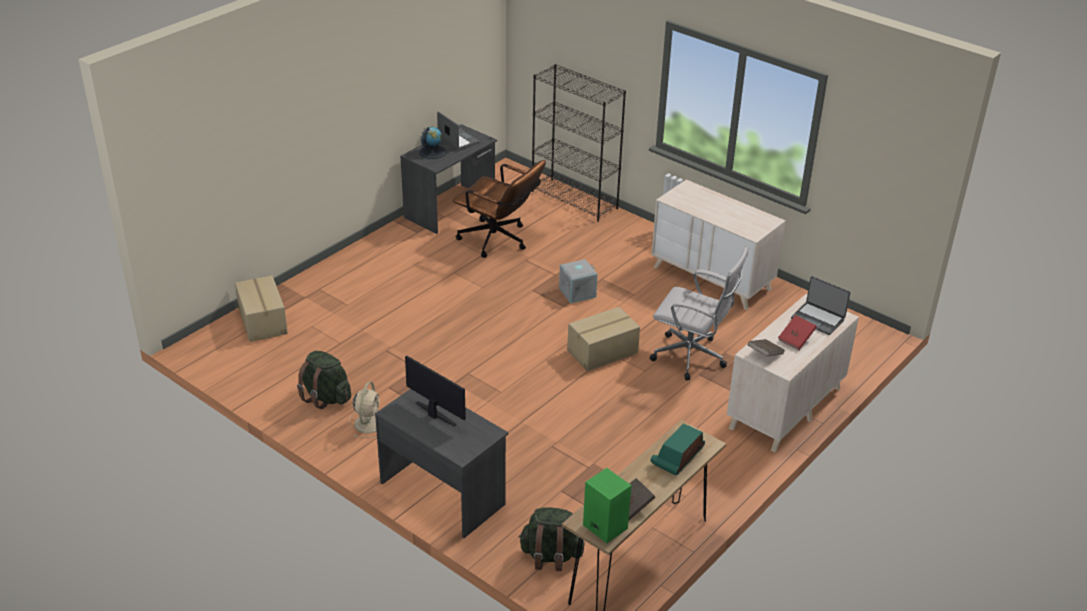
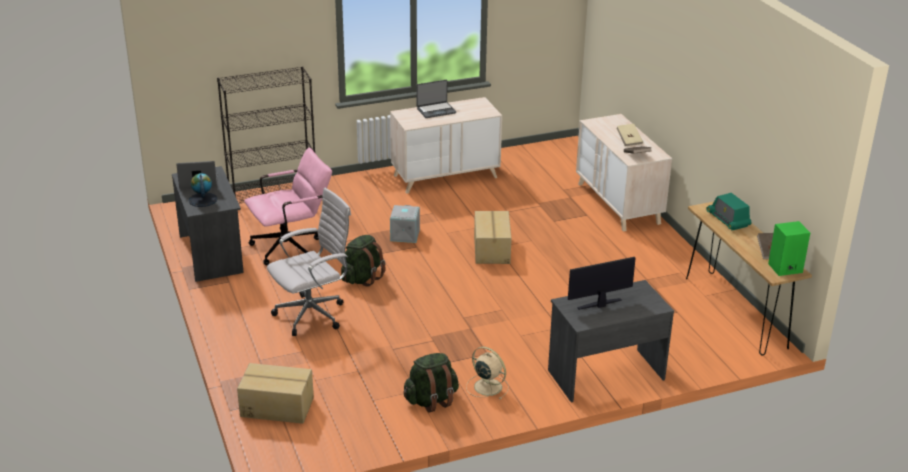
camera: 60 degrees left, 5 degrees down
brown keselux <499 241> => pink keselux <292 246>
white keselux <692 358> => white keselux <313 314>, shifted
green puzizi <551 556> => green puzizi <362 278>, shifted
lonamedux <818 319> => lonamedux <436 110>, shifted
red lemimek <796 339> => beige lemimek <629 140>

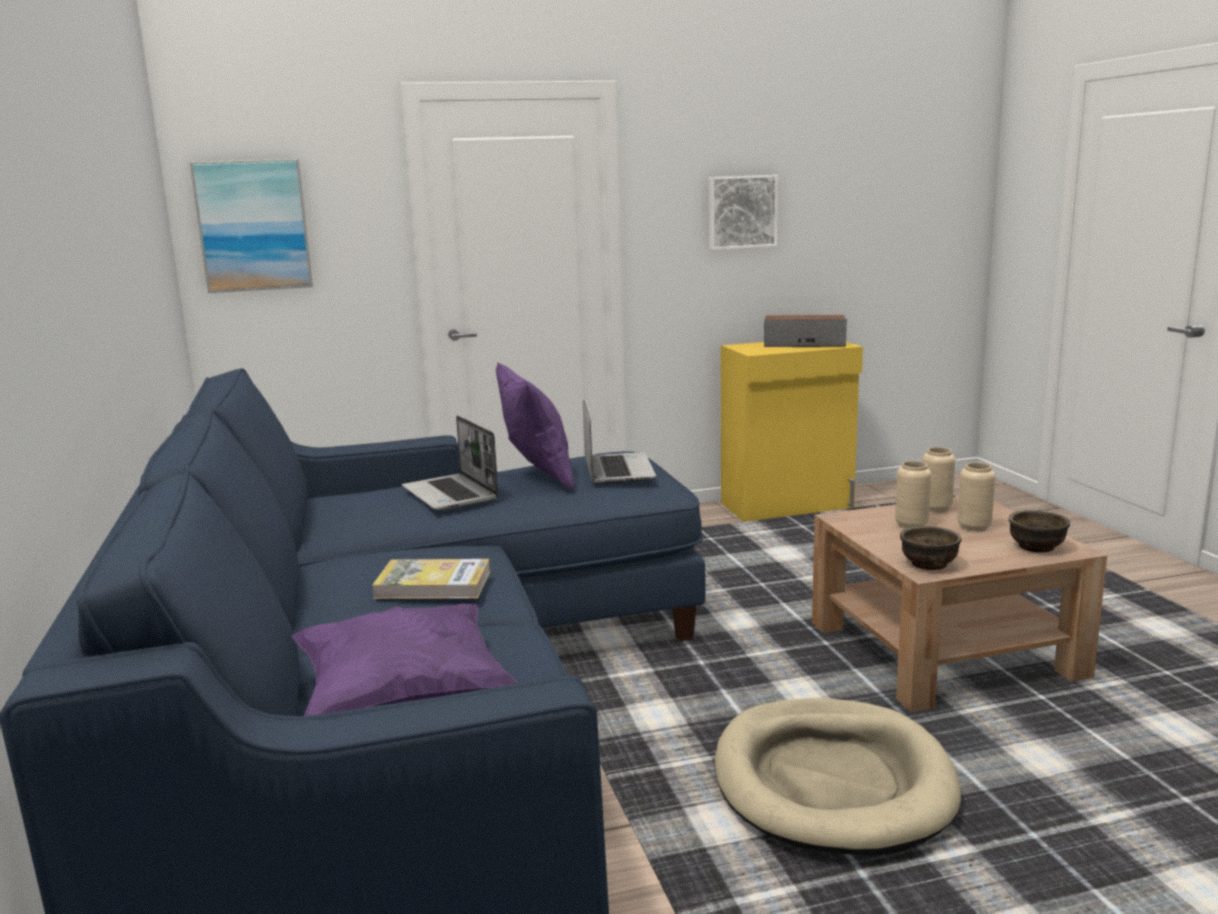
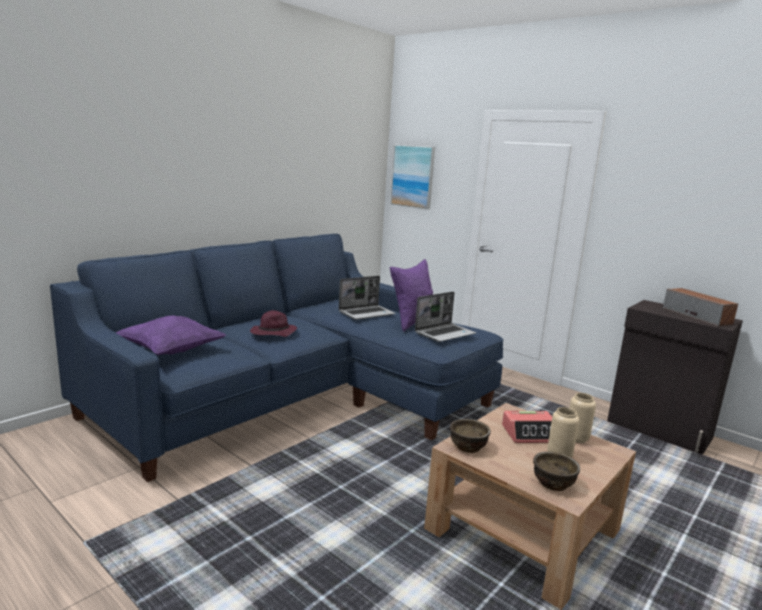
camera: 55 degrees right, 0 degrees up
lemimek <433 584> => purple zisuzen <273 333>
lonamedux <451 494> => lonamedux <367 313>, 150 degrees counterclockwise
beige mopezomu <911 525> => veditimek <531 434>
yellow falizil <788 506> => black falizil <659 430>
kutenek <741 212> => nothing
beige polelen <832 782> => nothing

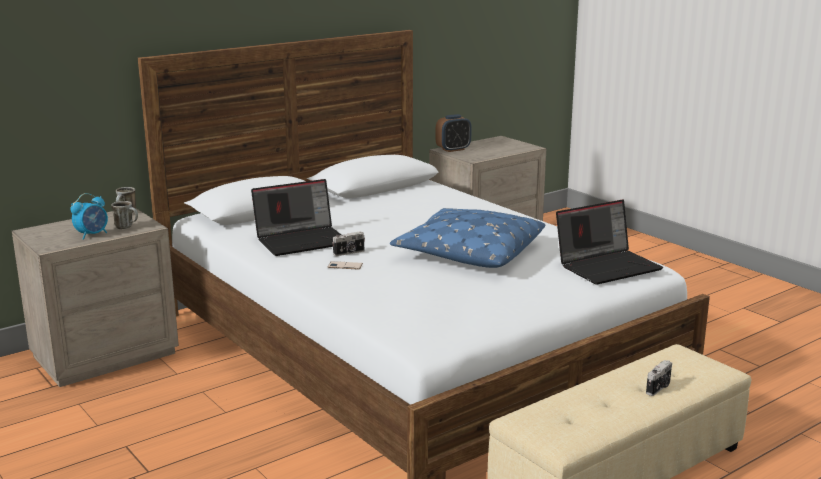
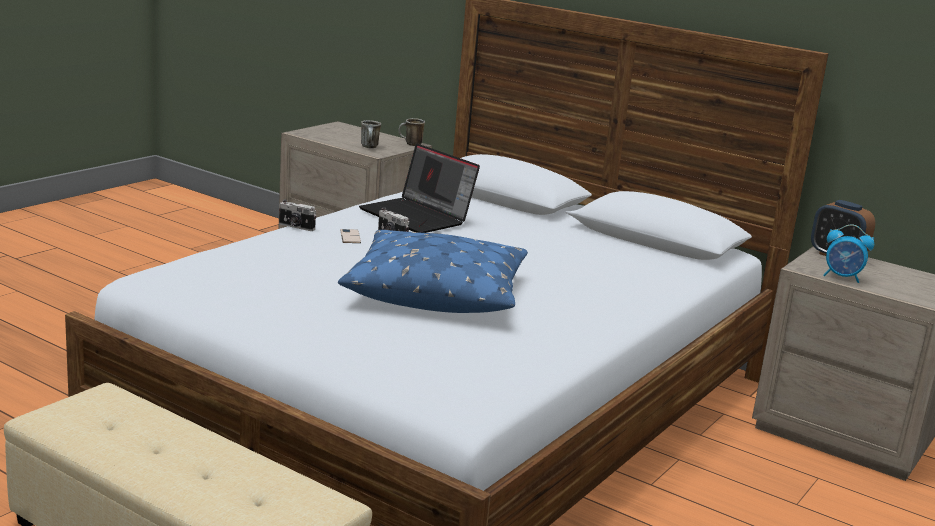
camera: 70 degrees right, 0 degrees up
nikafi <659 388> => nikafi <296 227>, shifted
veditimek <92 235> => veditimek <842 277>, shifted
lonamedux <608 266> => nothing

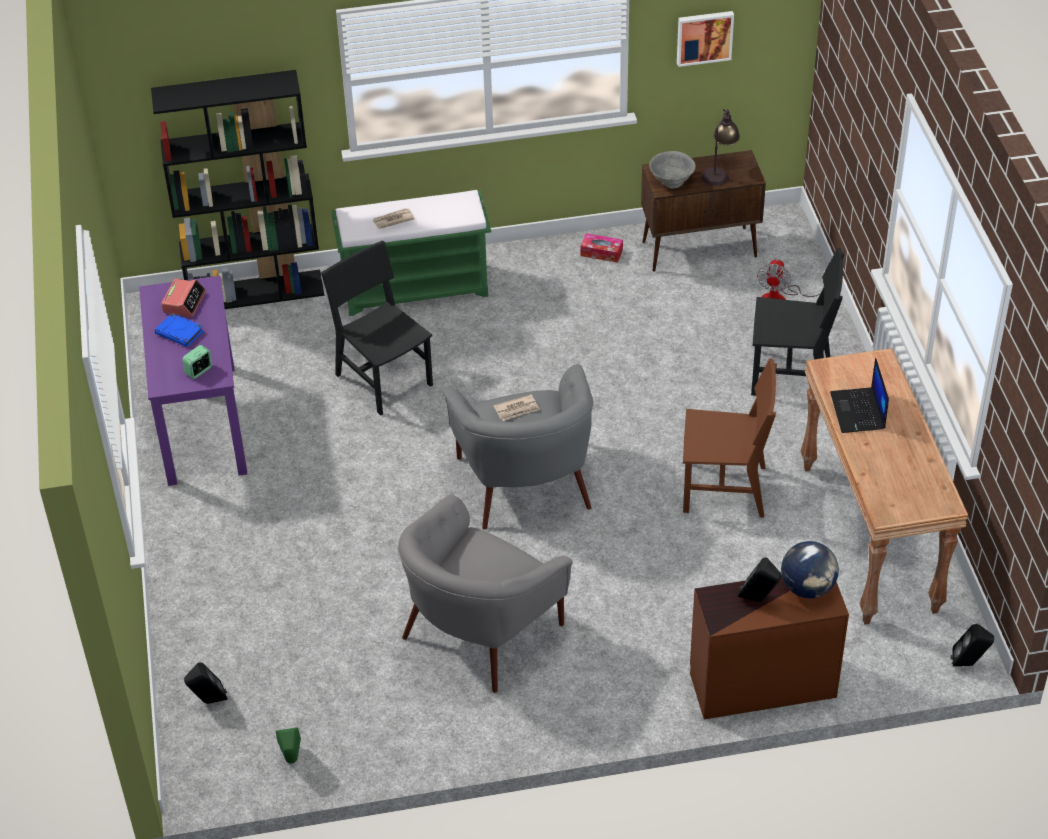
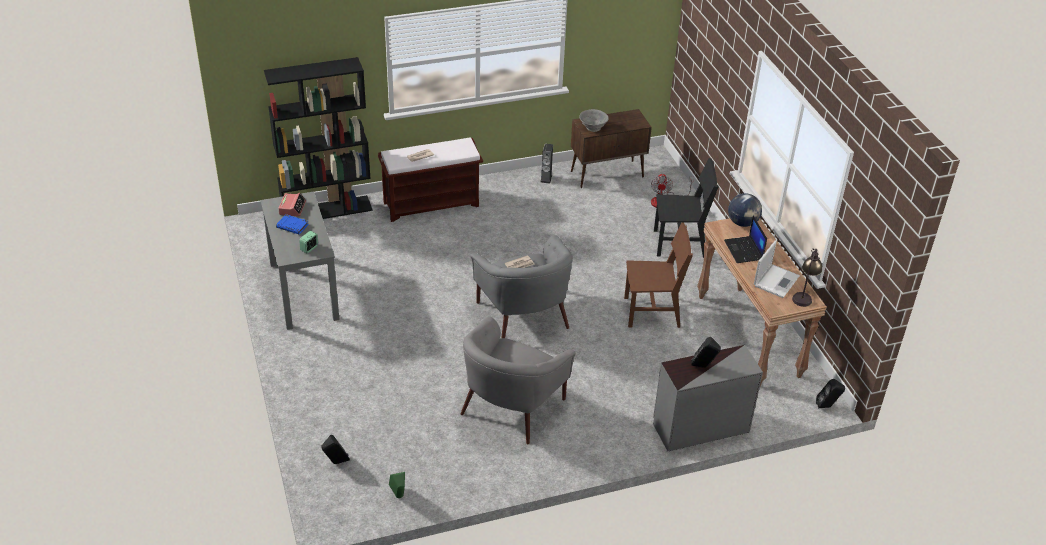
camera: 10 degrees left, 5 degrees down
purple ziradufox <201 423> => grey ziradufox <303 290>
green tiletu <416 288> => brown tiletu <432 204>
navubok <601 252> => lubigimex <546 178>
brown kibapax <761 683> => grey kibapax <700 427>
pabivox <807 588> => pabivox <742 223>, shifted
nothing => lonamedux <776 280>
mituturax <719 172> => mituturax <804 295>, shifted
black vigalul <384 379> => nothing
kutenek <704 37> => nothing

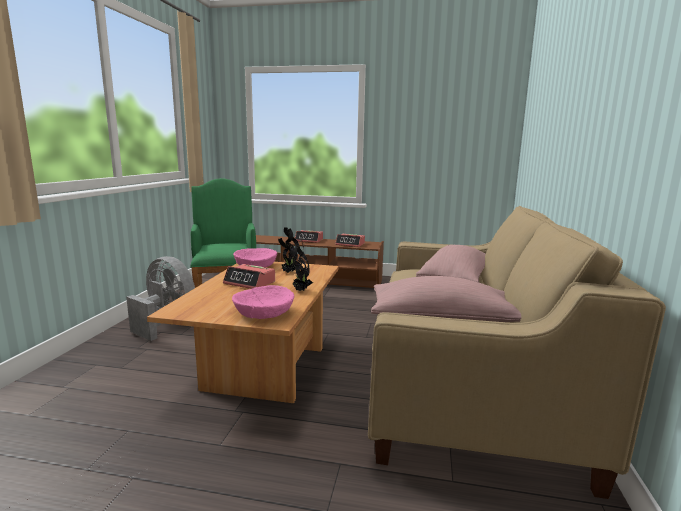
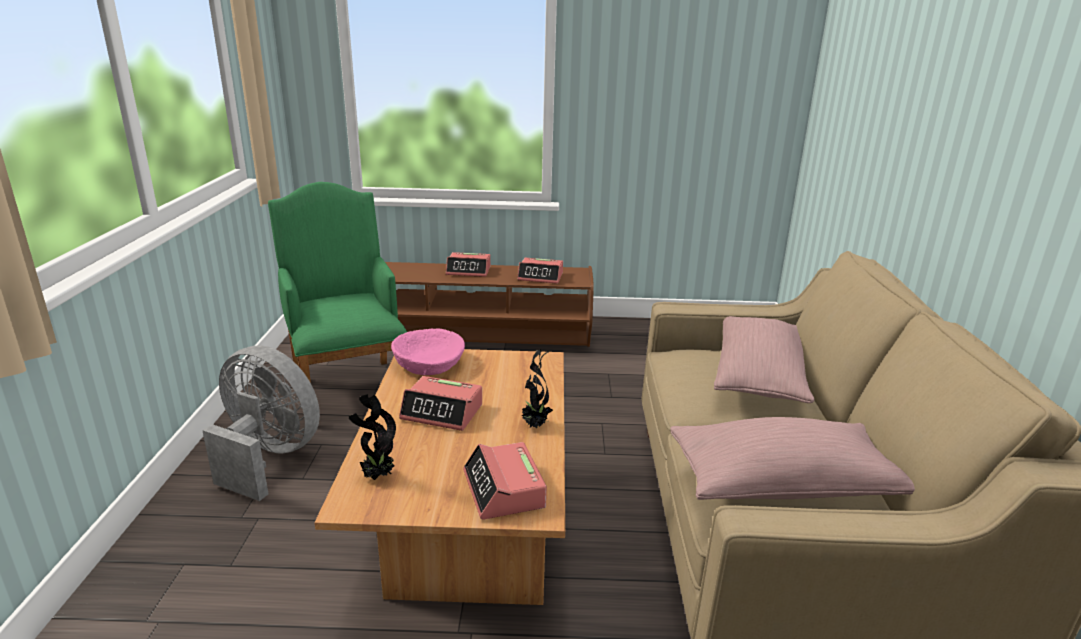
camera: 10 degrees left, 10 degrees up
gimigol <289 272> => gimigol <377 477>, shifted
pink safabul <264 313> => veditimek <504 490>

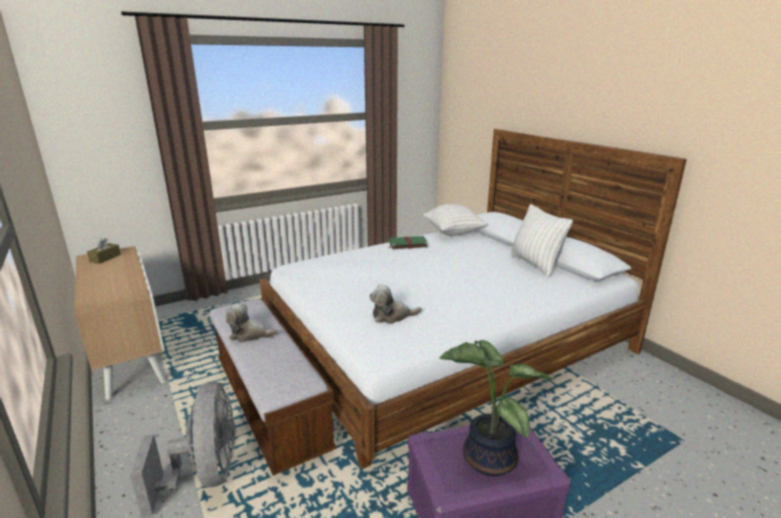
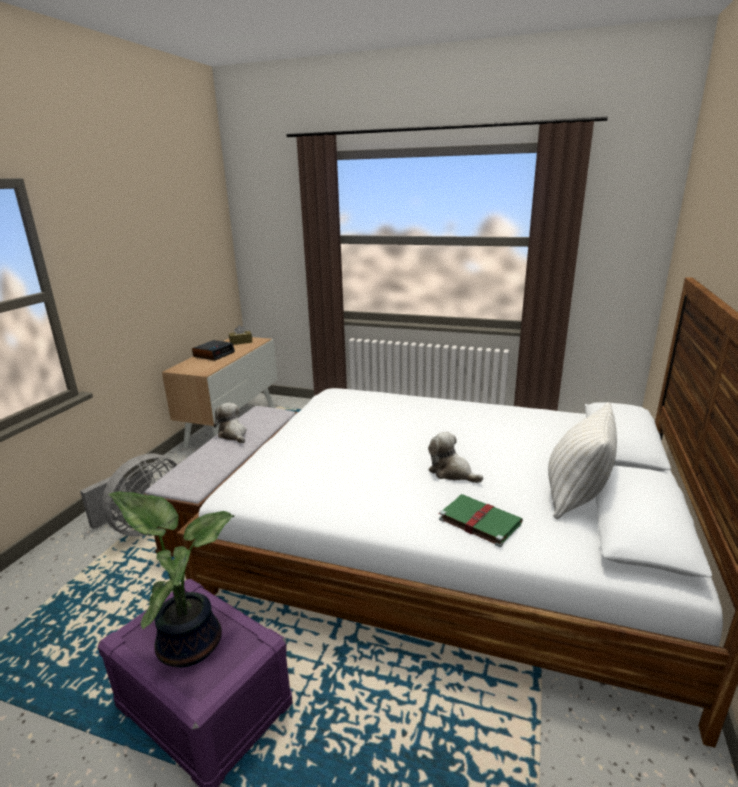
camera: 50 degrees right, 0 degrees up
nothing => veditimek <214 354>
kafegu <392 316> => kafegu <452 472>, shifted
green lemimek <407 244> => green lemimek <478 521>, shifted
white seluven <453 232> => nothing

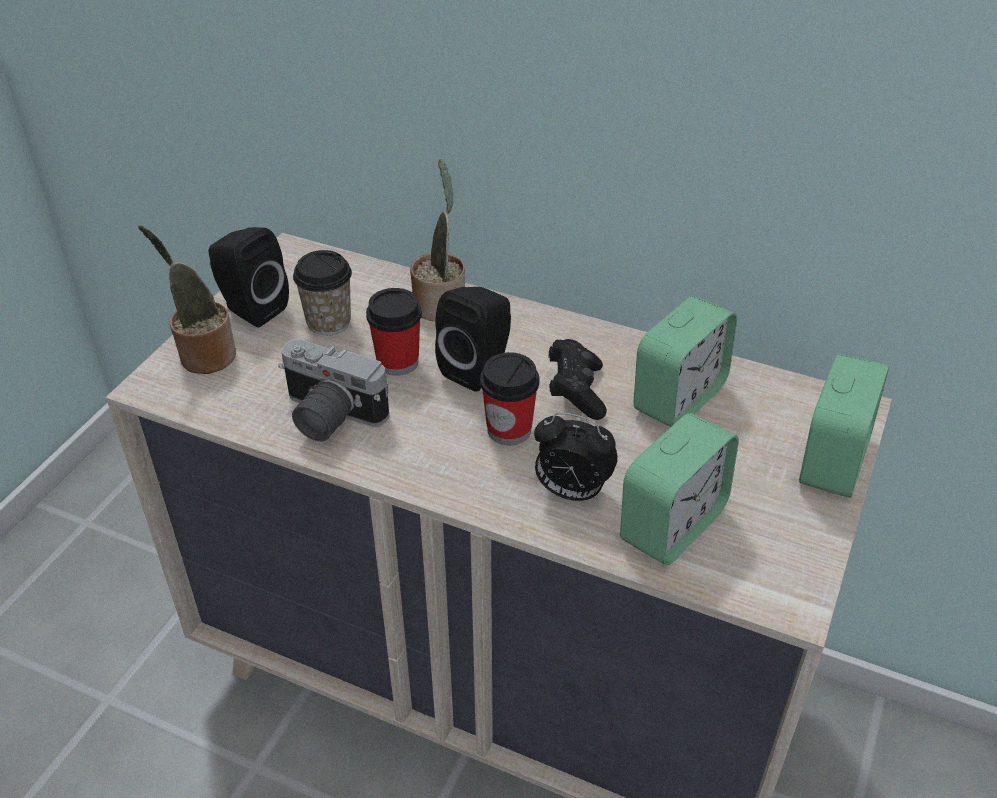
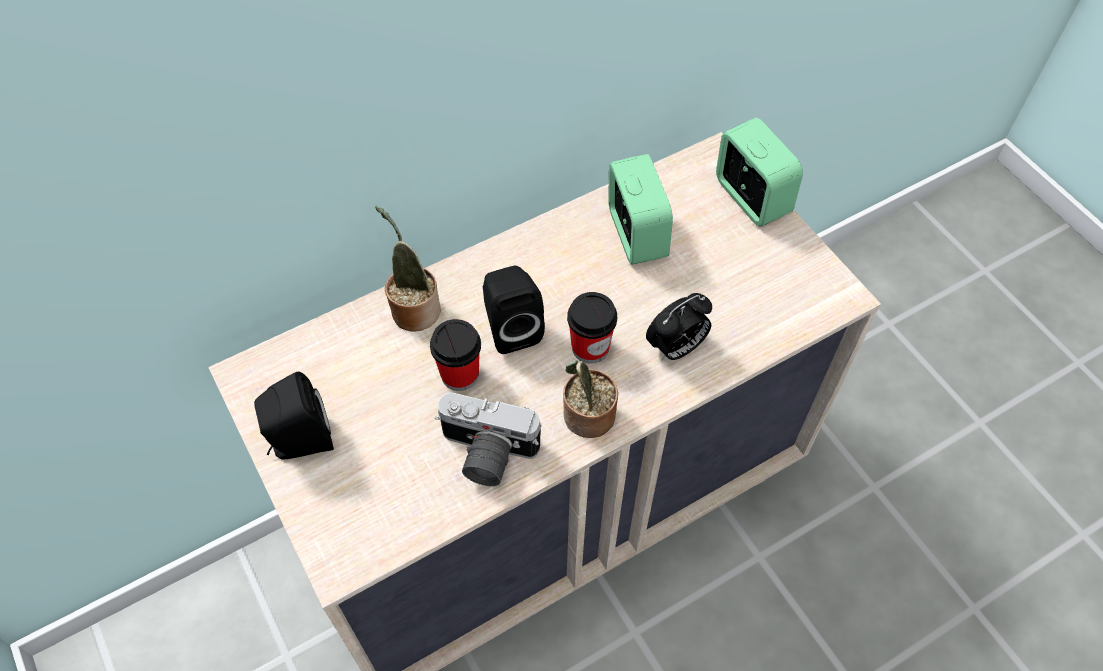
camera: 55 degrees left, 15 degrees up
nikafi <327 417> => nikafi <485 454>, 45 degrees clockwise
gimigol <204 355> => gimigol <586 418>, shifted
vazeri <328 322> => nothing
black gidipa <576 391> => nothing
veditimek <672 525> => nothing

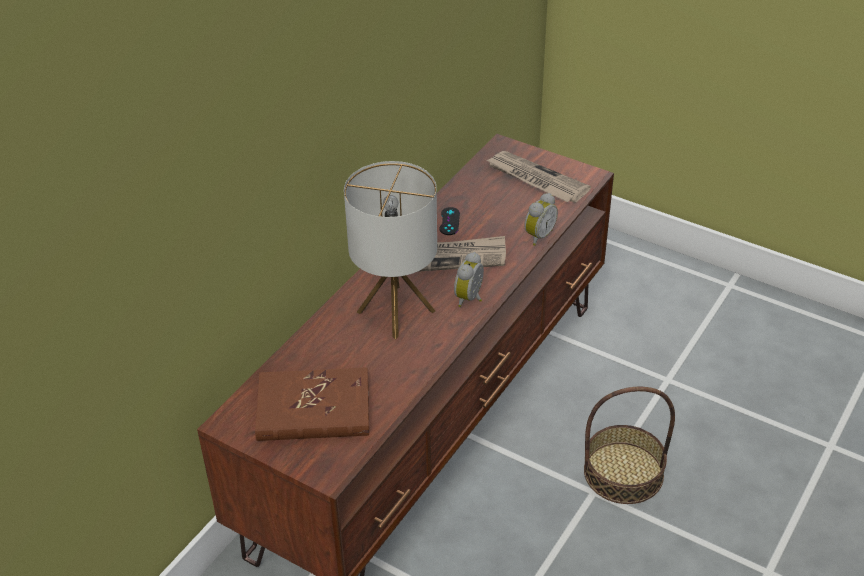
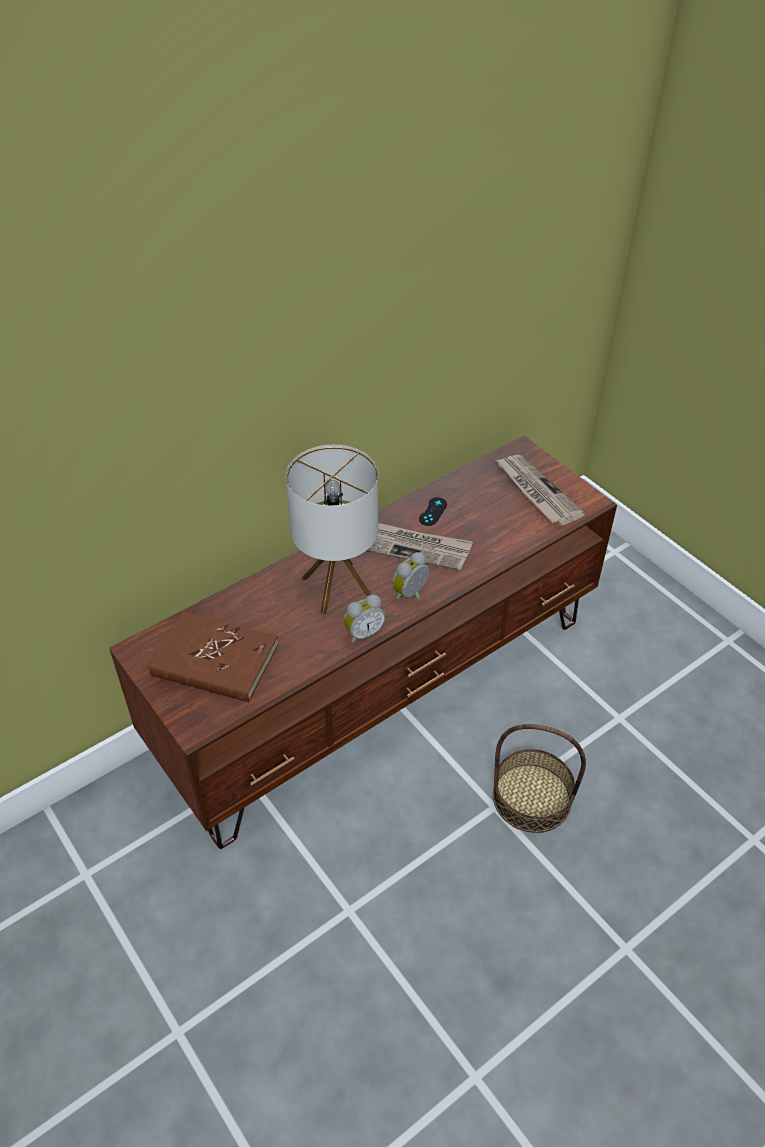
camera: 20 degrees right, 5 degrees up
veditimek <538 236> => veditimek <363 633>, shifted

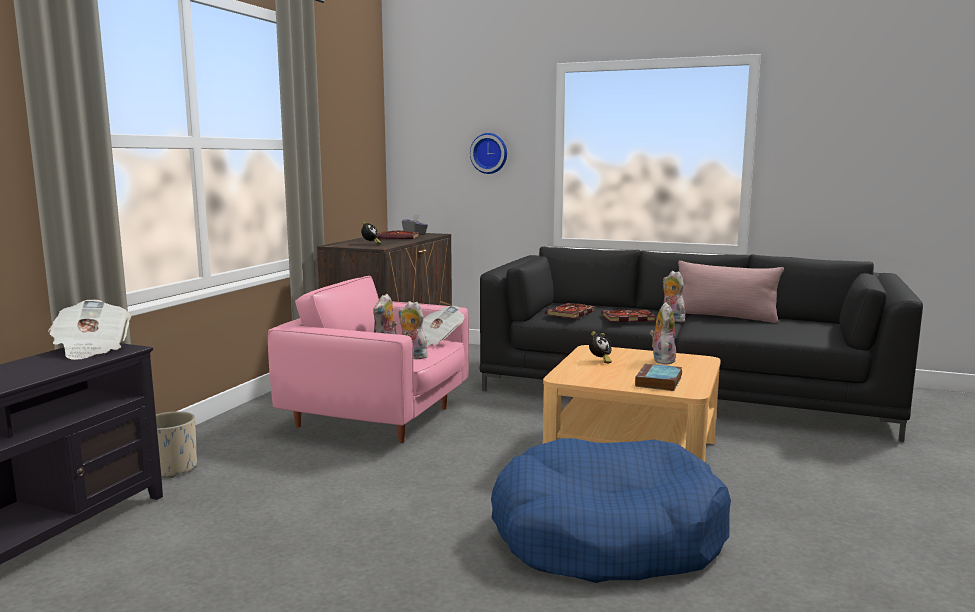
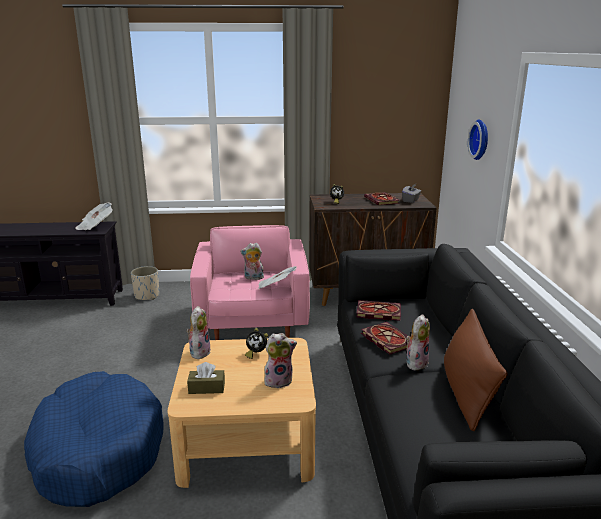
camera: 65 degrees right, 10 degrees up
kafegu <412 356> => kafegu <199 352>, shifted
lemimek <659 382> => brown navubok <206 388>
pink seluven <724 316> => brown seluven <466 391>

